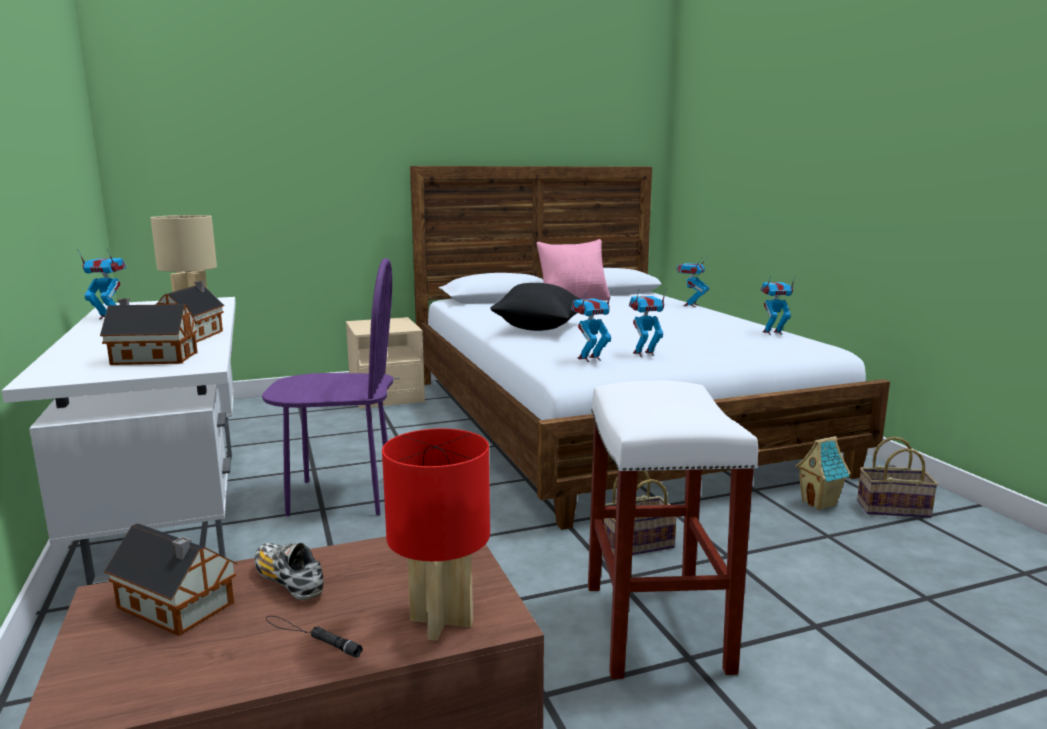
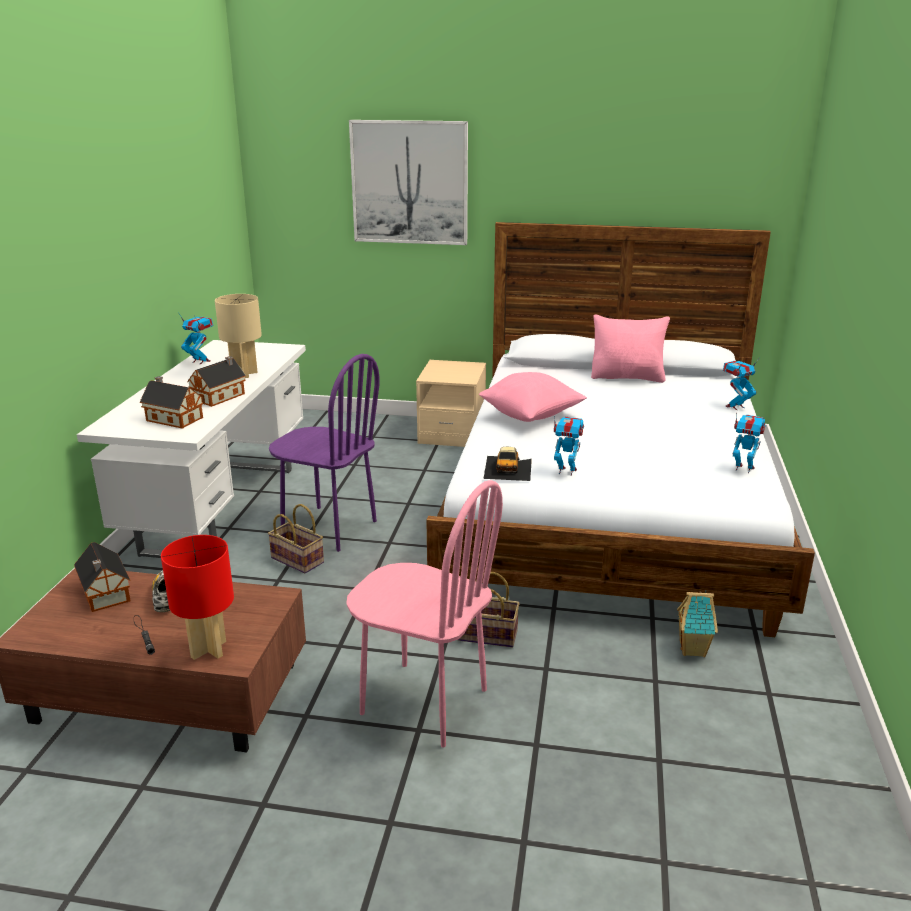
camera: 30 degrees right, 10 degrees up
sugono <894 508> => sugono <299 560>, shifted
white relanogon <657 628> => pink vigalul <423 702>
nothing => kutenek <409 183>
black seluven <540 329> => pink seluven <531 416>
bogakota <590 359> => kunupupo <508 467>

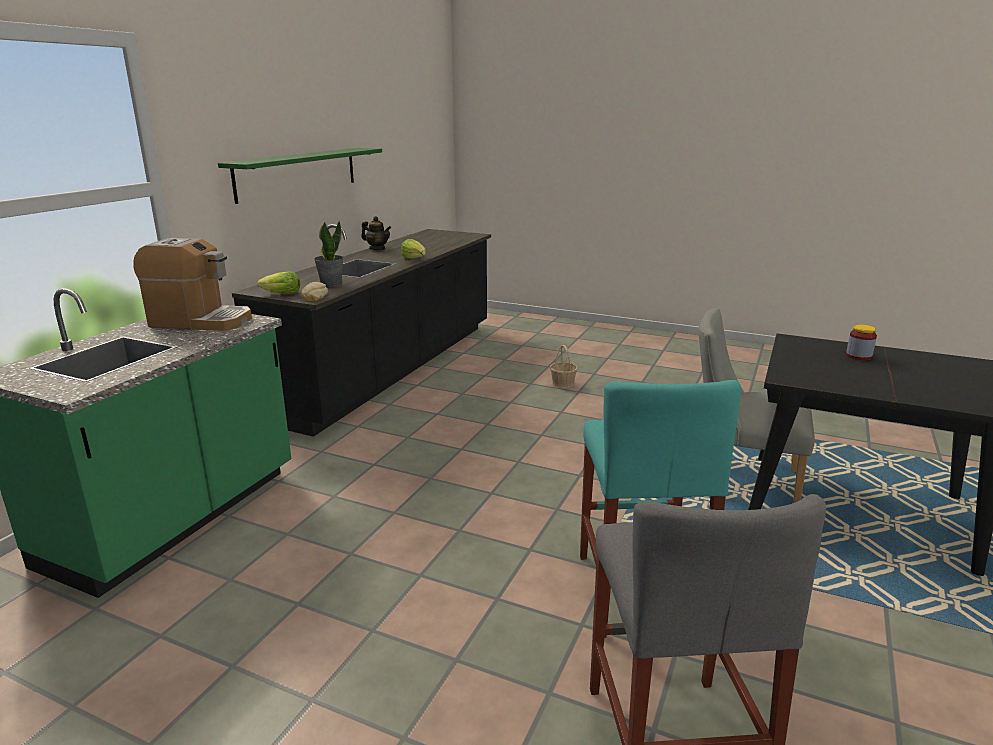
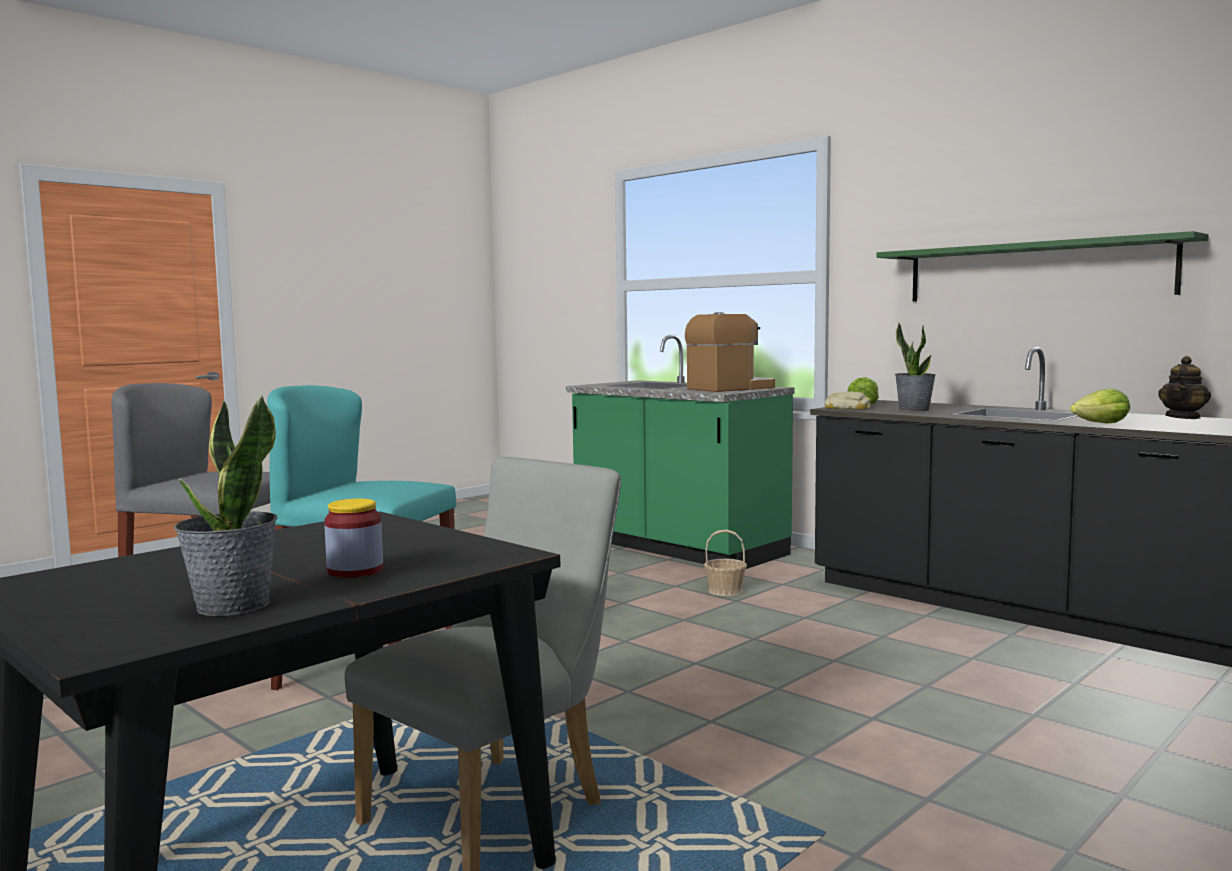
camera: 110 degrees right, 15 degrees down
nothing => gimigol <232 606>
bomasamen <200 321> => bomasamen <731 388>, 150 degrees counterclockwise
sugono <563 383> => sugono <725 591>, shifted

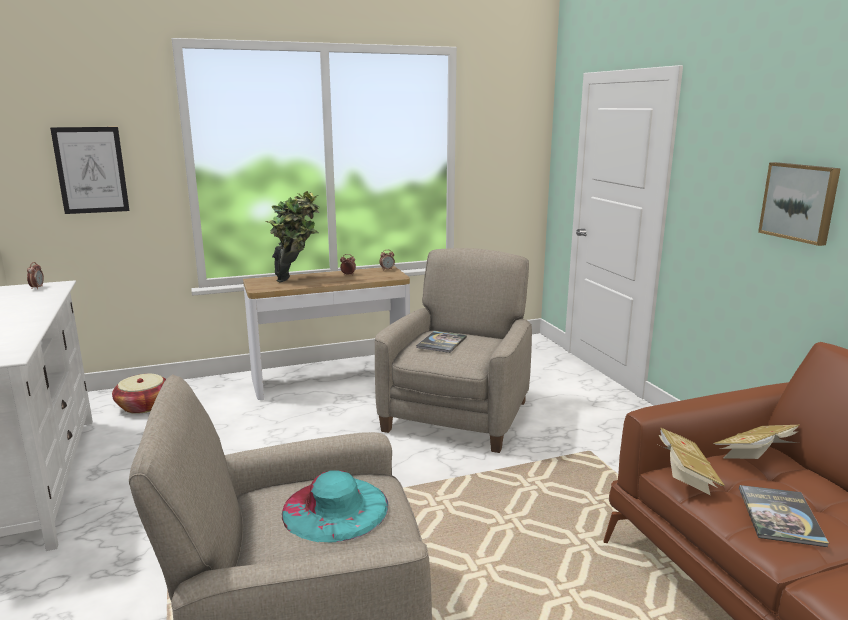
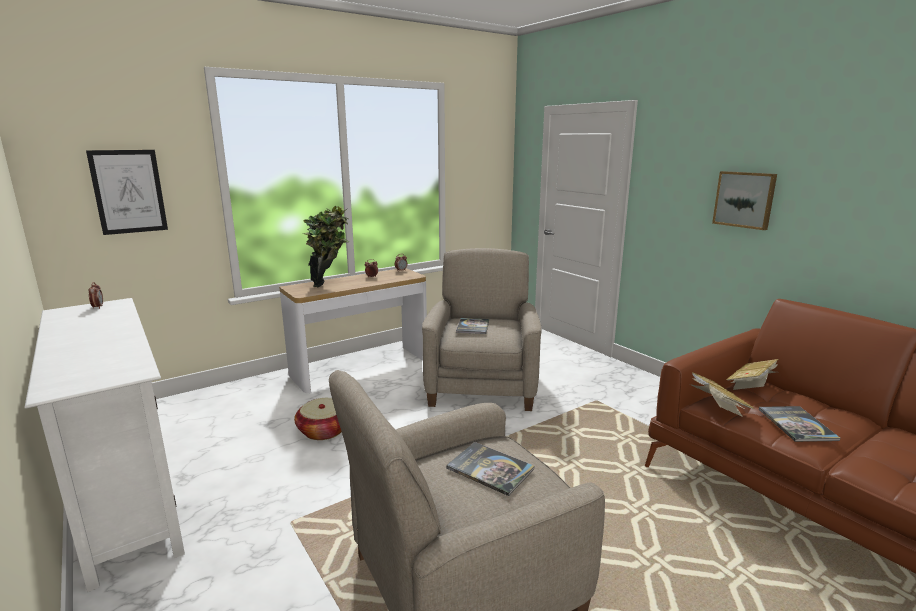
camera: 15 degrees left, 0 degrees up
sugono <144 406> => sugono <324 431>, shifted
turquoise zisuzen <335 508> => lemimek <490 469>

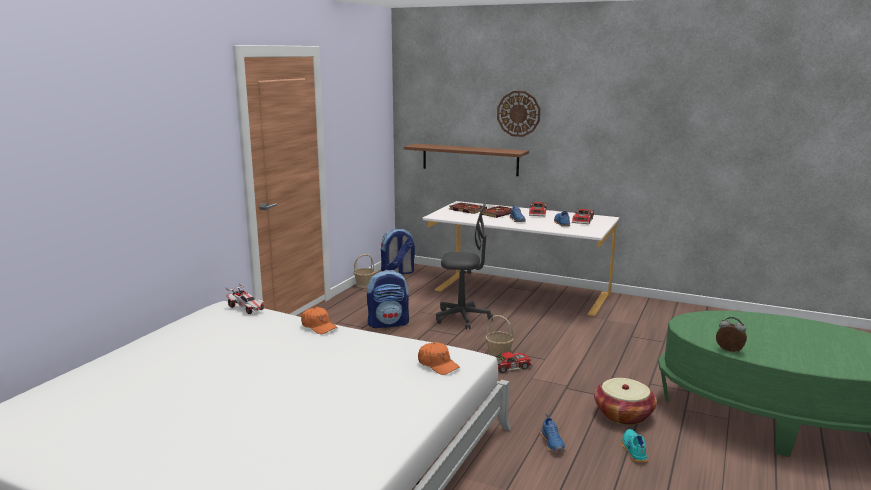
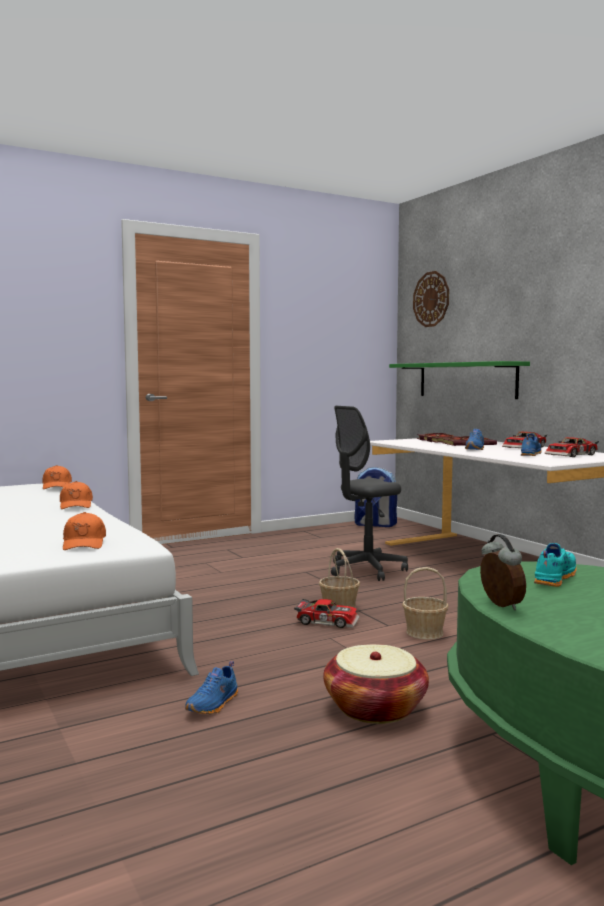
camera: 35 degrees right, 10 degrees down
kunupupo <246 308> => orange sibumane <57 486>
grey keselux <463 318> => grey keselux <366 570>, 105 degrees clockwise
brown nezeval <469 159> => green nezeval <466 380>
sugono <365 284> => sugono <425 632>, shifted
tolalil <518 113> => tolalil <431 299>, shifted
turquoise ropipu <633 451> => turquoise ropipu <553 578>, shifted
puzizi <388 323> => nothing

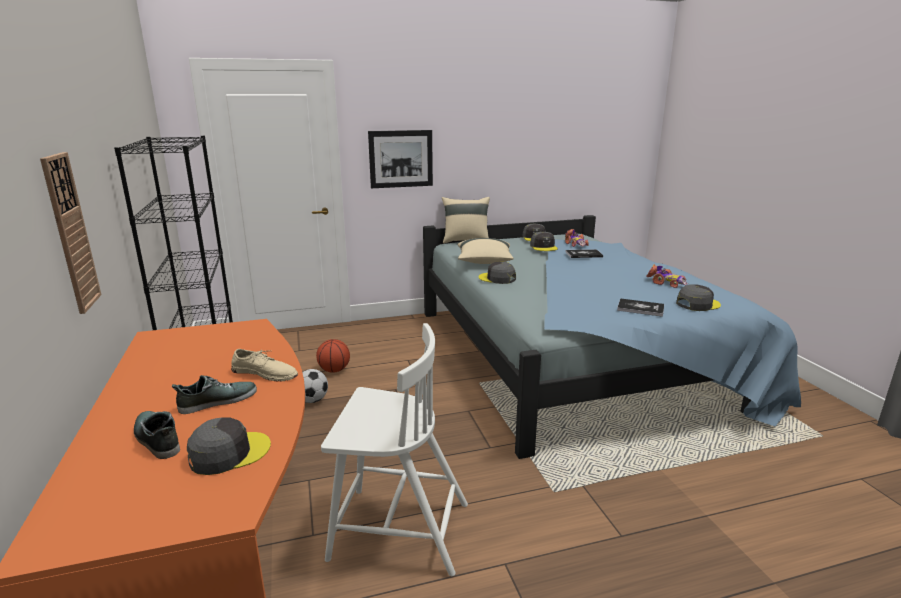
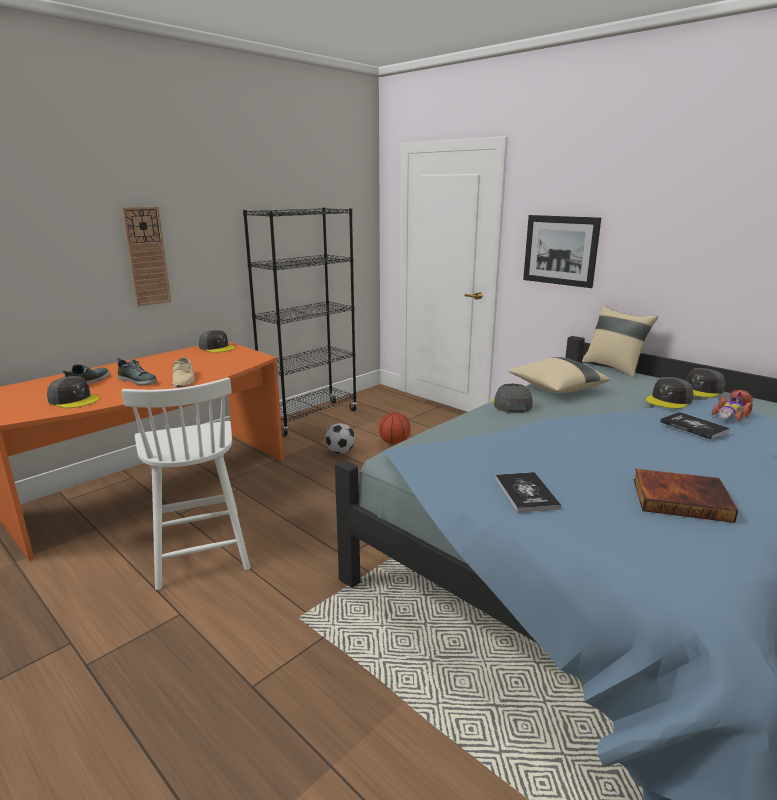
camera: 60 degrees right, 0 degrees up
grey sibumane <697 304> => grey sibumane <217 347>, shifted
kunupupo <665 282> => lemimek <681 499>

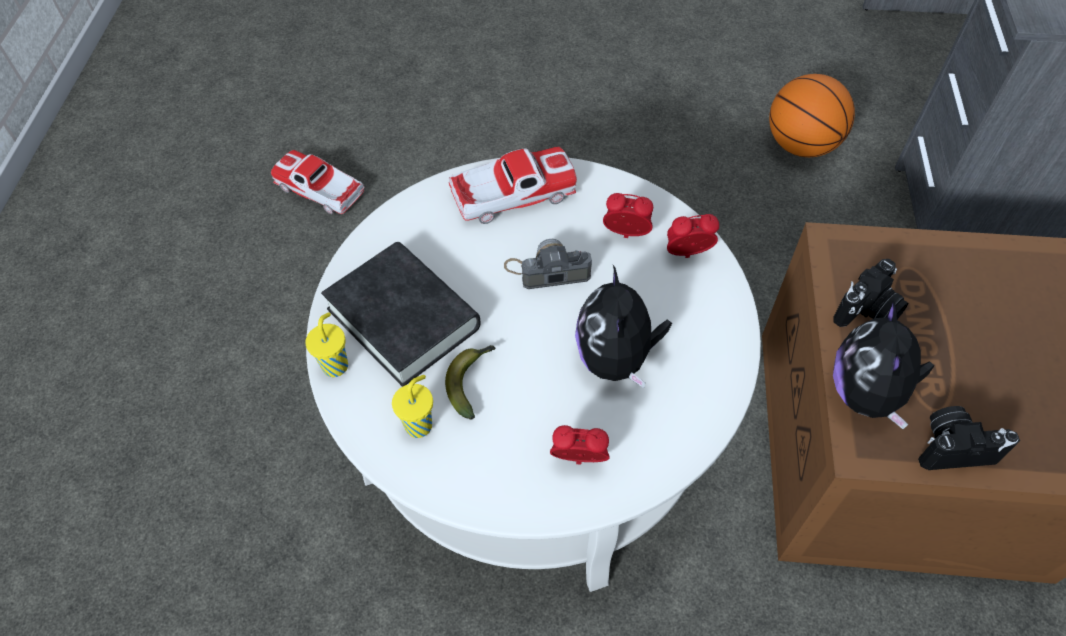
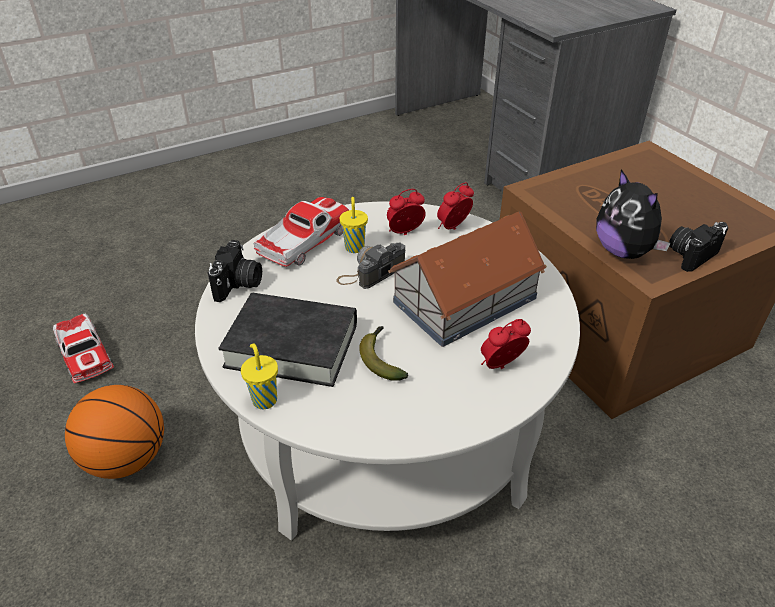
camera: 35 degrees left, 15 degrees down
kunupupo <320 190> => kunupupo <84 354>, 120 degrees counterclockwise
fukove <801 145> => fukove <127 459>, shifted
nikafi <868 312> => nikafi <239 285>, shifted
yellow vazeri <419 424> => yellow vazeri <354 247>, shifted
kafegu <616 359> => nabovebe <466 300>

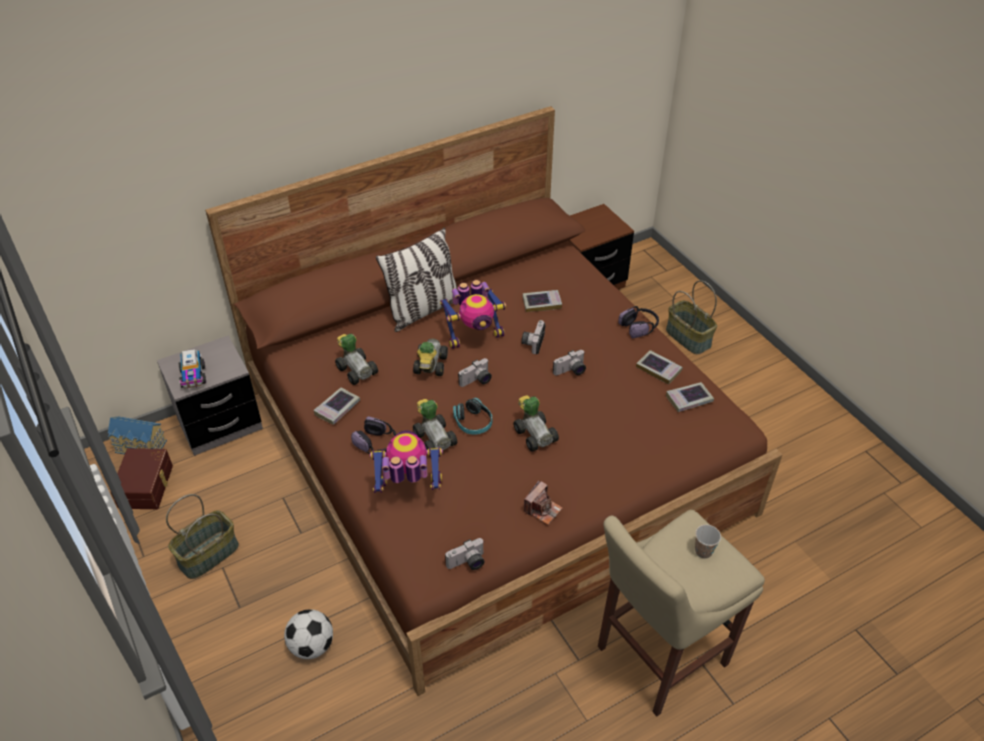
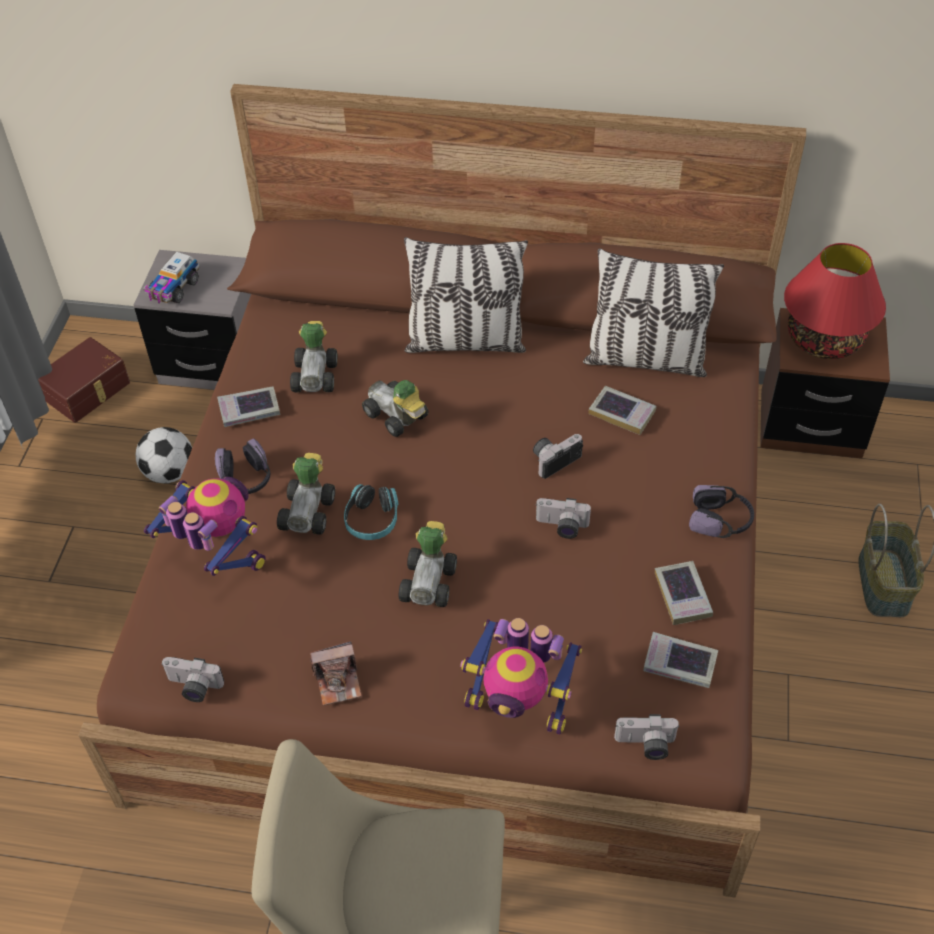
camera: 40 degrees right, 5 degrees up
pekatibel <312 646> => pekatibel <169 473>, shifted
kunupupo <429 366> => kunupupo <397 418>, 90 degrees counterclockwise
bogakota <474 336> => bogakota <519 703>, shifted
nothing => seluven <645 360>
nikafi <477 381> => nikafi <645 745>, shifted
nothing => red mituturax <824 339>
nabovebe <140 447> => nothing
sugono <208 554> => nothing
vazeri <703 551> => nothing

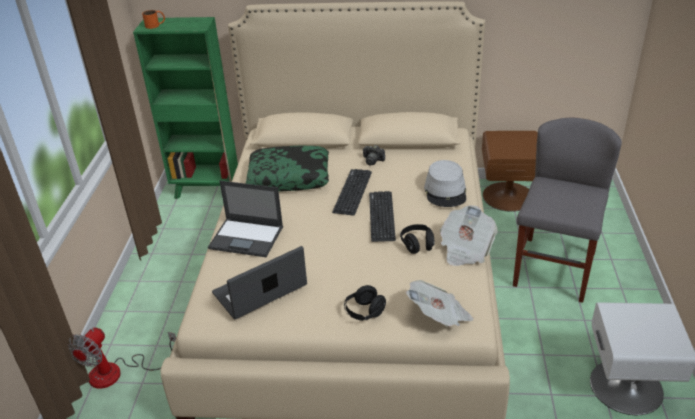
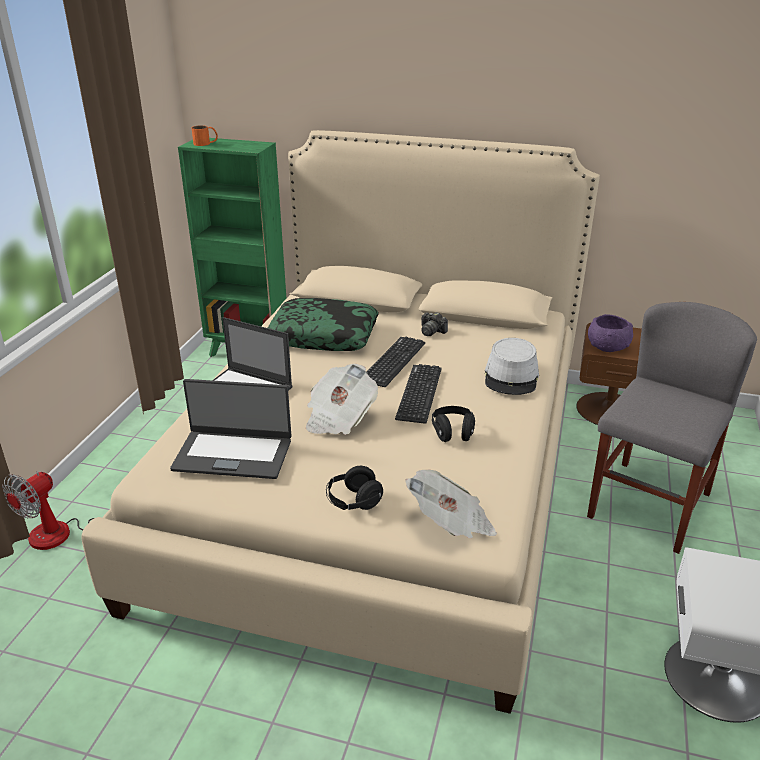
camera: 10 degrees right, 5 degrees down
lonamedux <260 290> => lonamedux <233 454>, 150 degrees counterclockwise
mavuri <465 249> => mavuri <339 417>, shifted
nothing => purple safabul <607 346>

